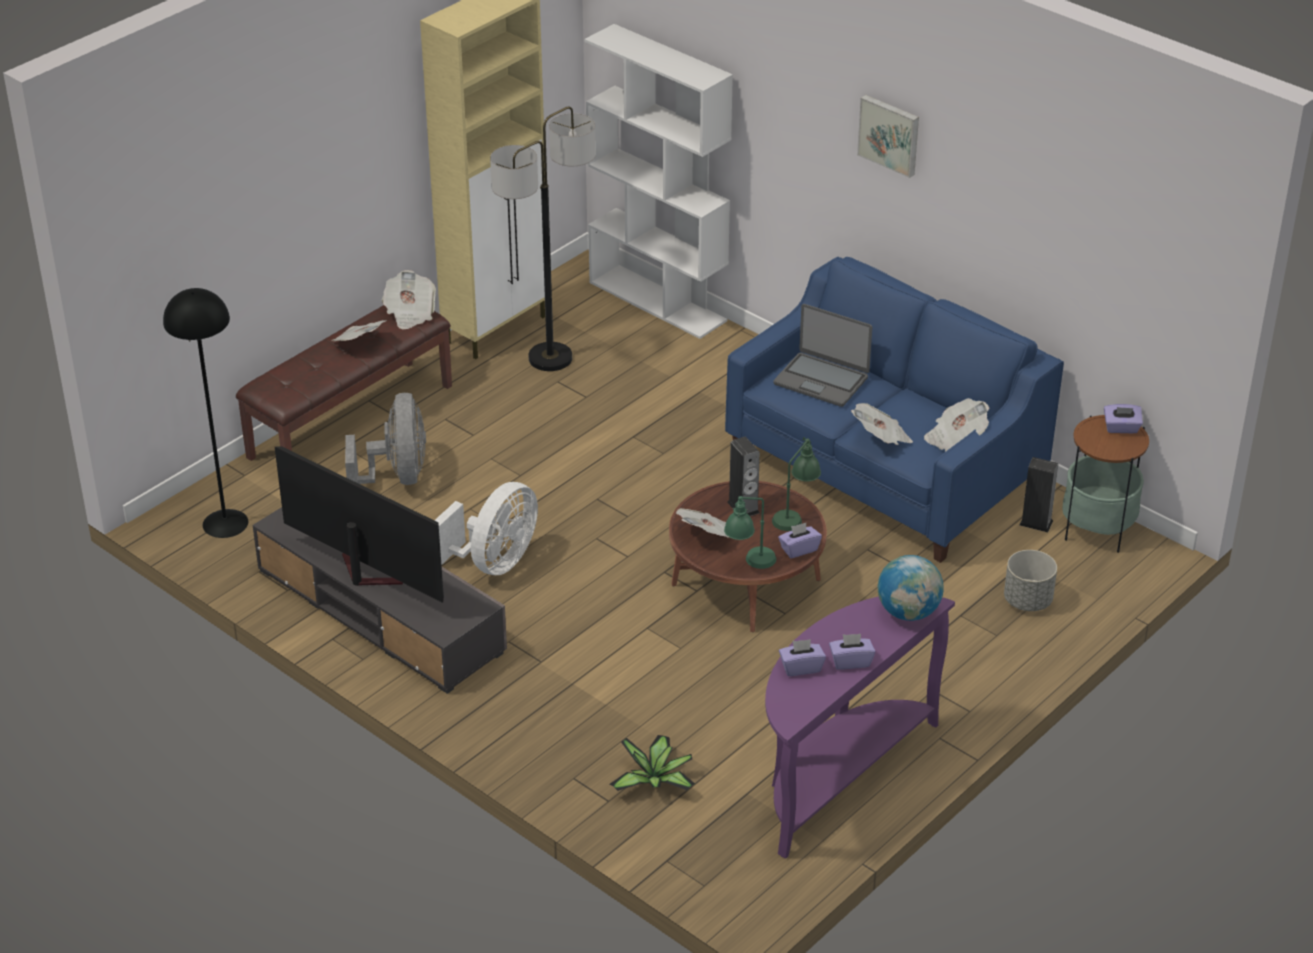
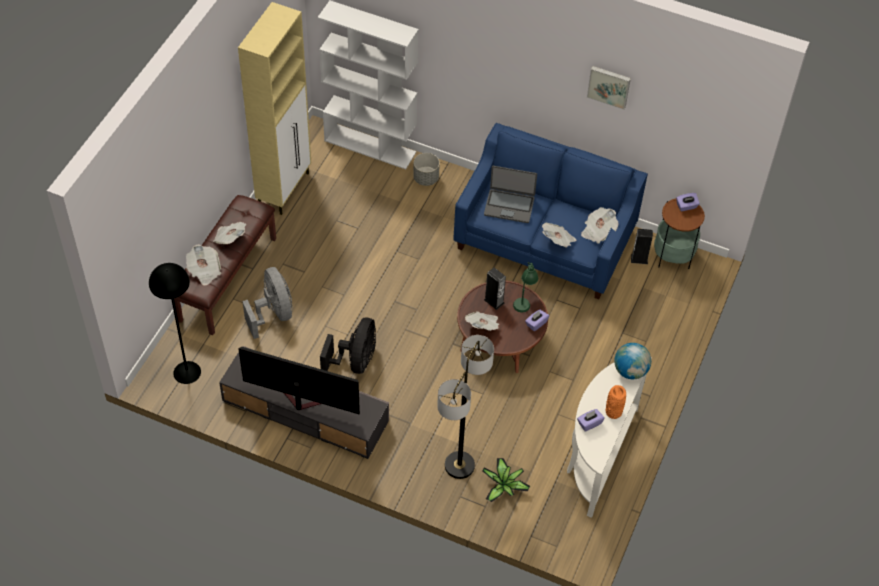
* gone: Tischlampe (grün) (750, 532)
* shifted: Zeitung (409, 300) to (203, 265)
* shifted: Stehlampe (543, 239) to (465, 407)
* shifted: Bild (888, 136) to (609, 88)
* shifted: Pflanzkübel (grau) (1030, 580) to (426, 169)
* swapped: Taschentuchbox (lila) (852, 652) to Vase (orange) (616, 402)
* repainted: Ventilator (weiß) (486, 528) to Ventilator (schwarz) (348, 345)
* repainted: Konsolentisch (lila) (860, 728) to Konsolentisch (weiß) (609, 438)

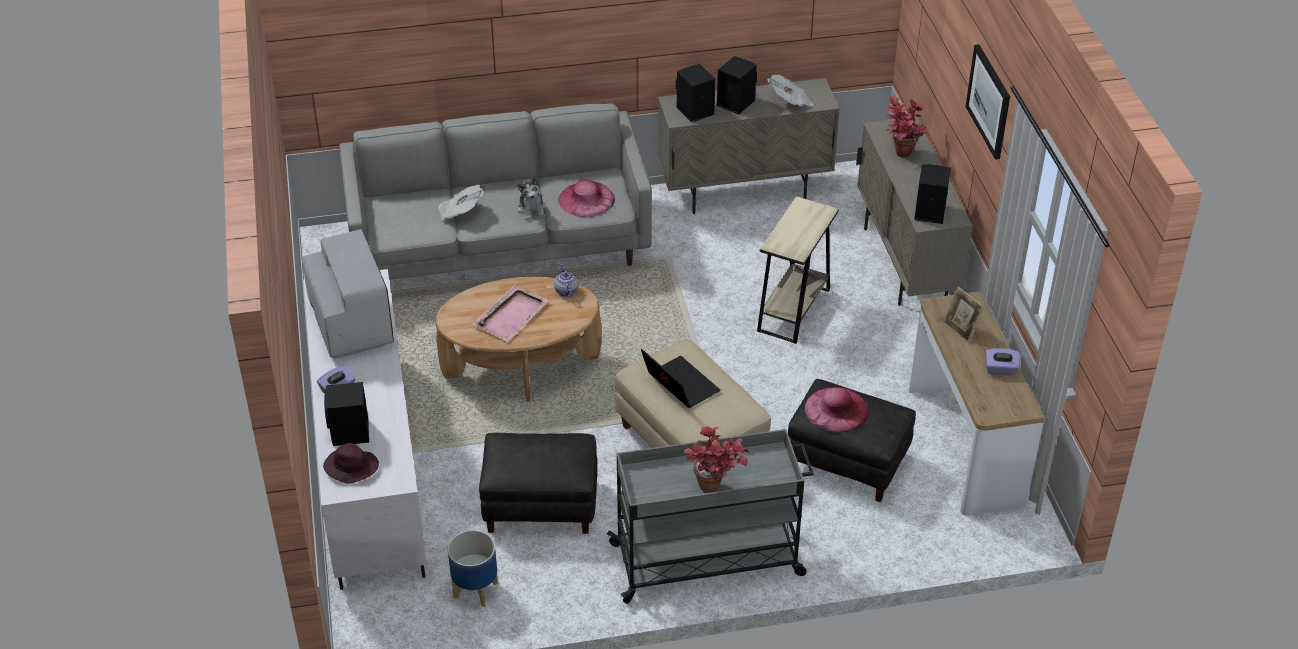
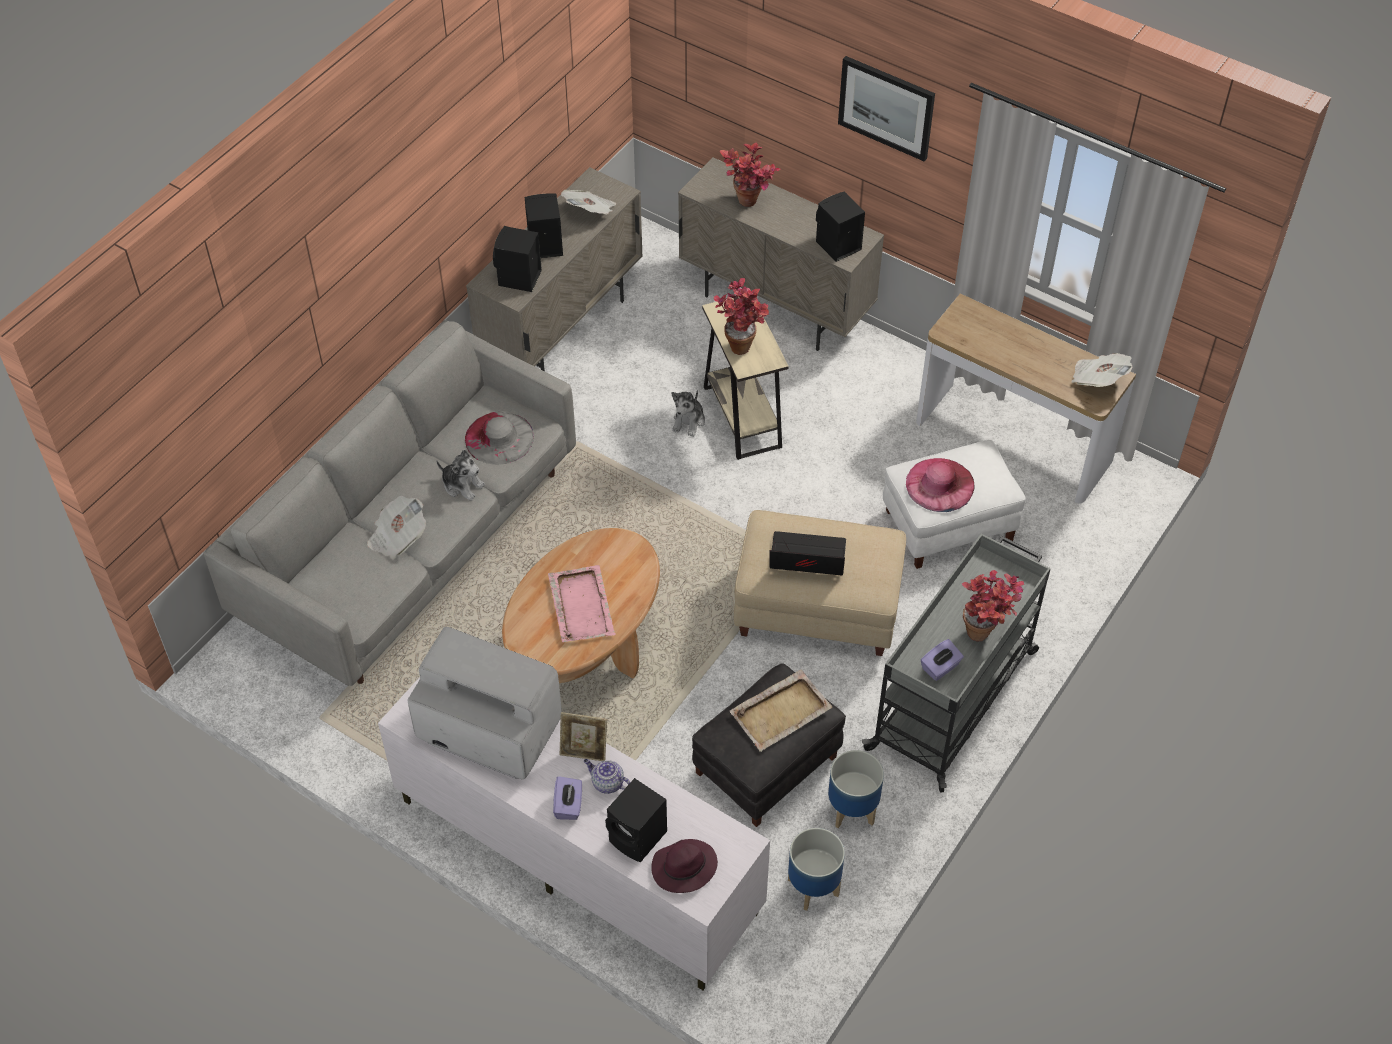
* new: Plüschtier (688, 413)
* new: Topfpflanze (741, 316)
* new: Tablett (beige) (781, 710)
* new: Pflanzkübel (856, 789)
* new: Zeitung (1101, 370)
* shifted: Teekanne (566, 282) to (607, 776)
* shifted: Bilderrahmen (963, 315) to (583, 736)
* shifted: Taschentuchbox (lila) (1002, 361) to (942, 660)
* repainted: Hut (rosa) (586, 198) to Hut (grau) (499, 438)
* repainted: Polsterhocker (schwarz) (852, 440) to Polsterhocker (weiß) (954, 504)

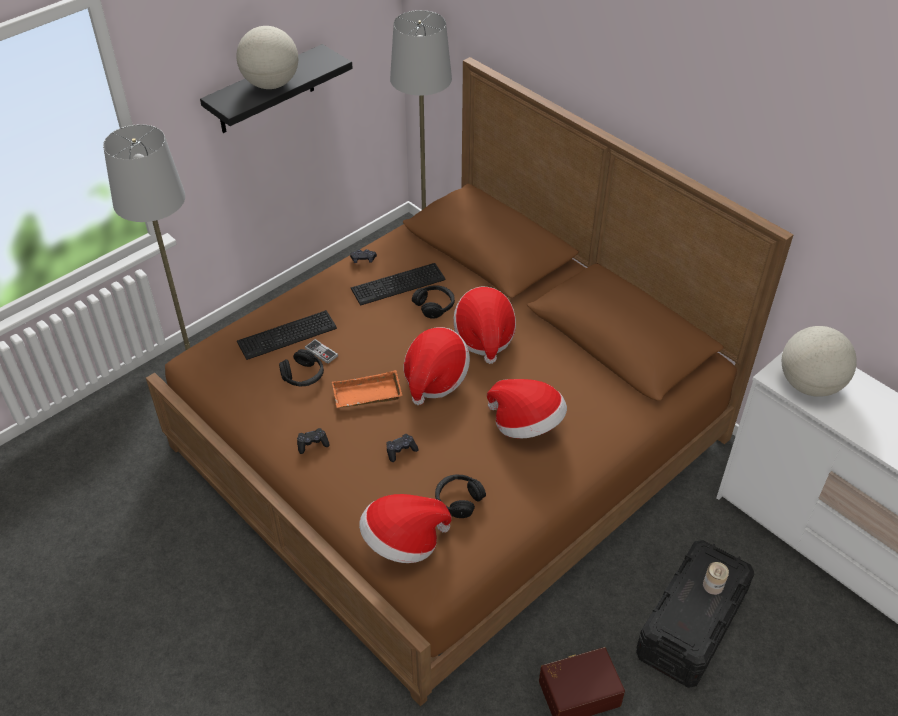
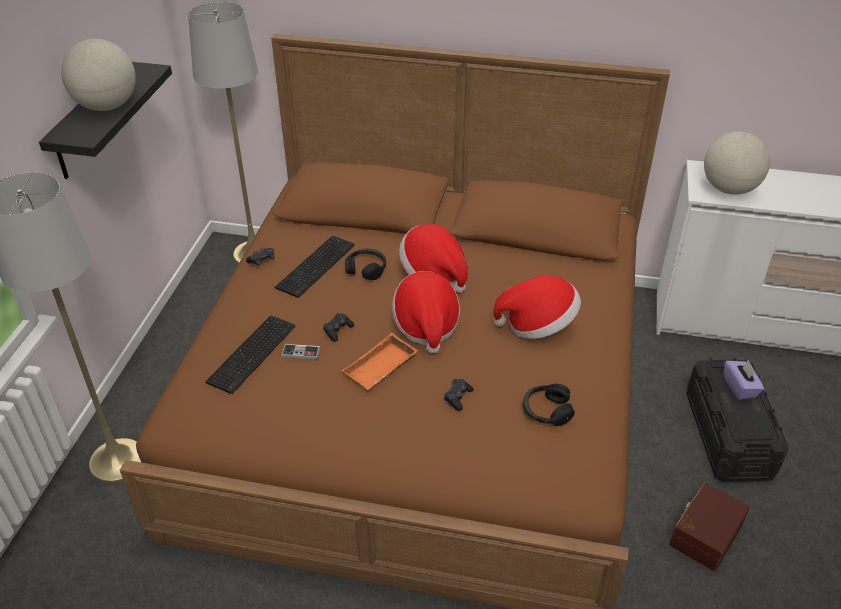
* gone: Kopfhörer (schwarz) (301, 367)
* gone: Hut (405, 528)
* shifted: Gamepad (schwarz) (313, 441) to (338, 327)
* swapped: Dose (716, 578) to Taschentuchbox (lila) (744, 380)

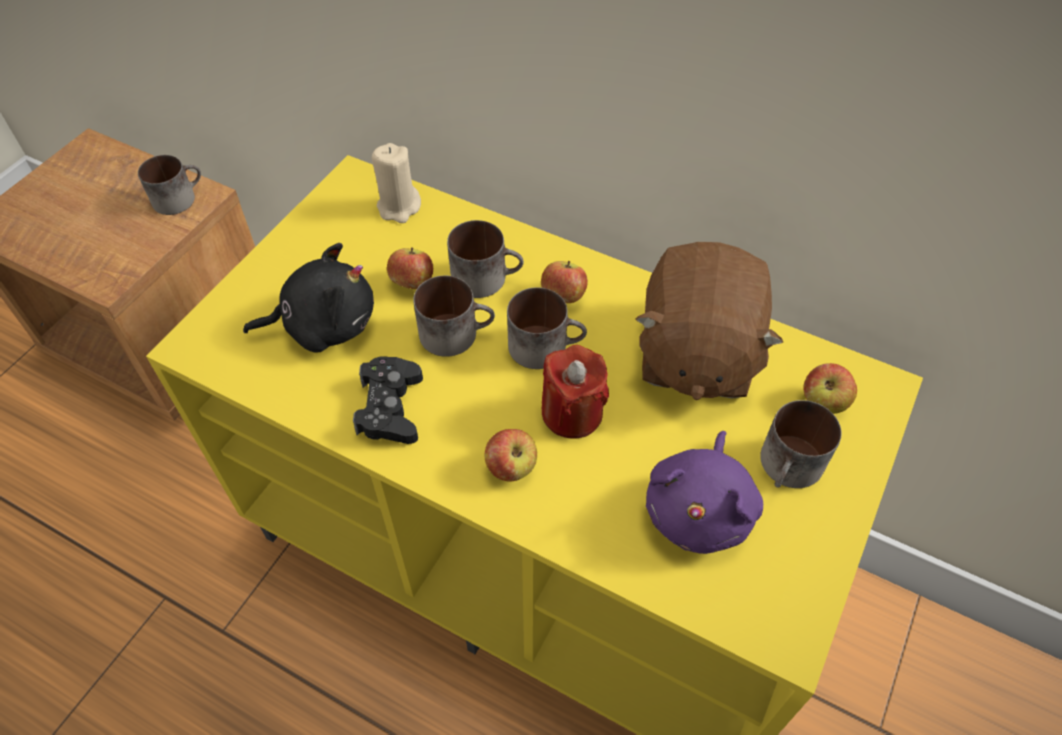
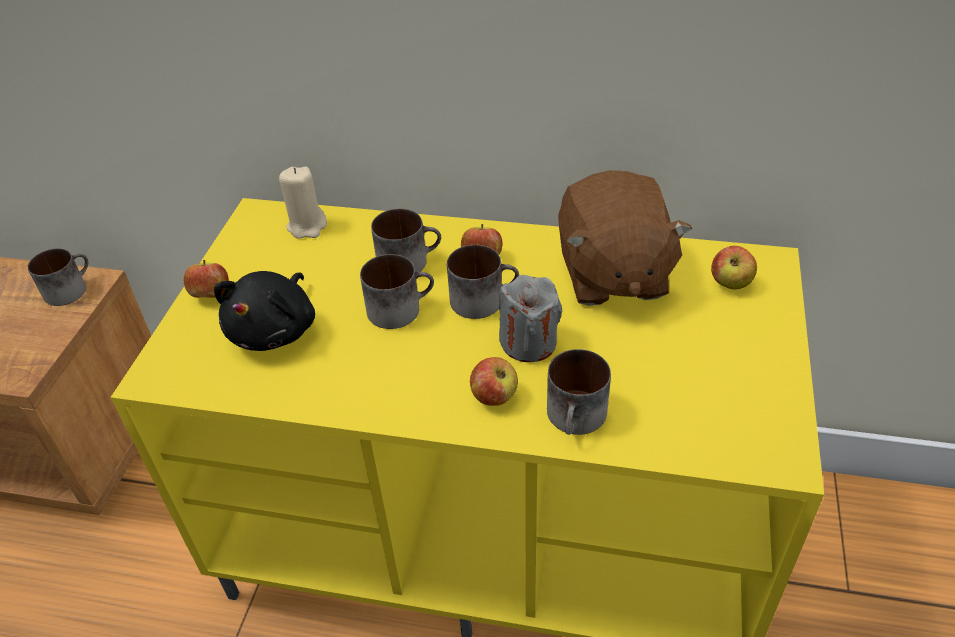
* gone: Gamepad (schwarz) (388, 400)
* gone: Plüschtier (lila) (704, 492)
* shifted: Apfel (410, 268) to (206, 279)
* shifted: Henkelbecher (801, 444) to (579, 392)
* repainted: Kerze (rot) (575, 392) to Kerze (grau) (530, 318)
* rotated: Plüschtier (schwarz) (308, 298) = (264, 311) 135 degrees clockwise

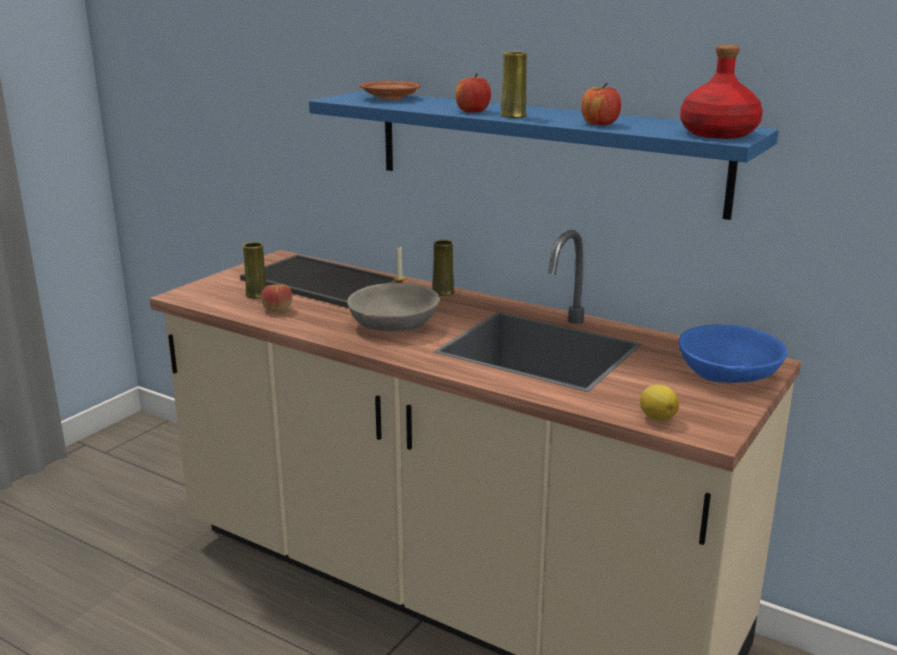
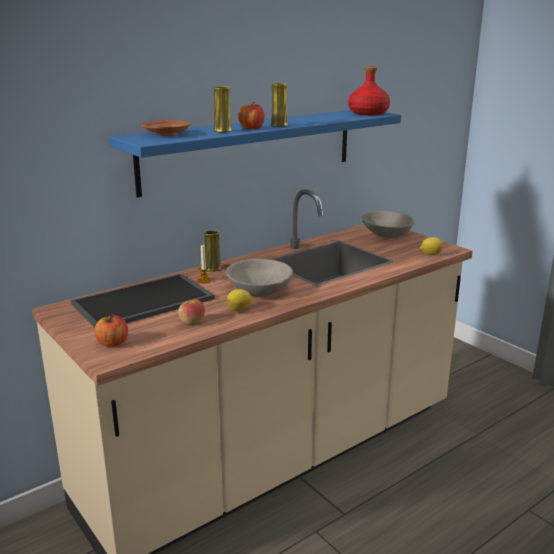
* new: Zitrone (239, 300)
* shifted: Vase (gelb) (255, 270) to (223, 109)
* shifted: Apfel (601, 104) to (111, 330)
* repainted: Schüssel (blau) (732, 353) to Schüssel (grau) (387, 224)

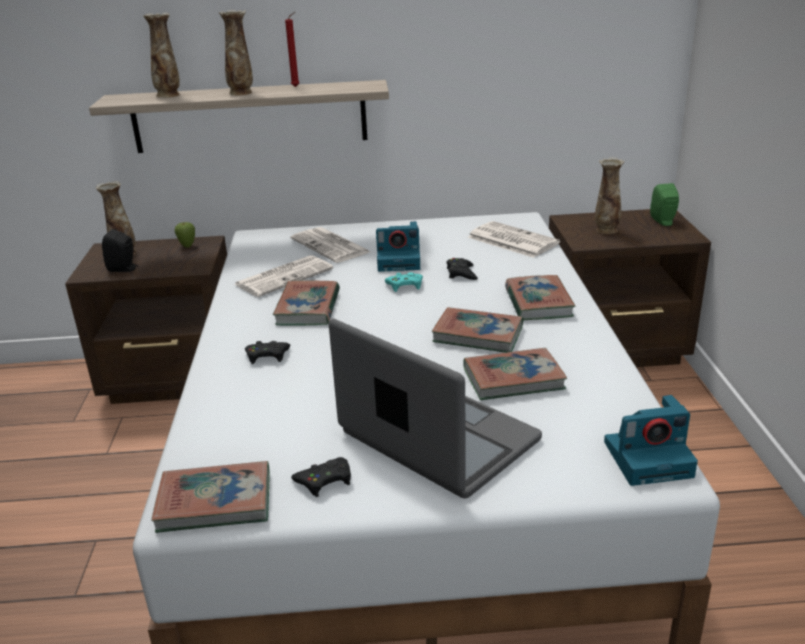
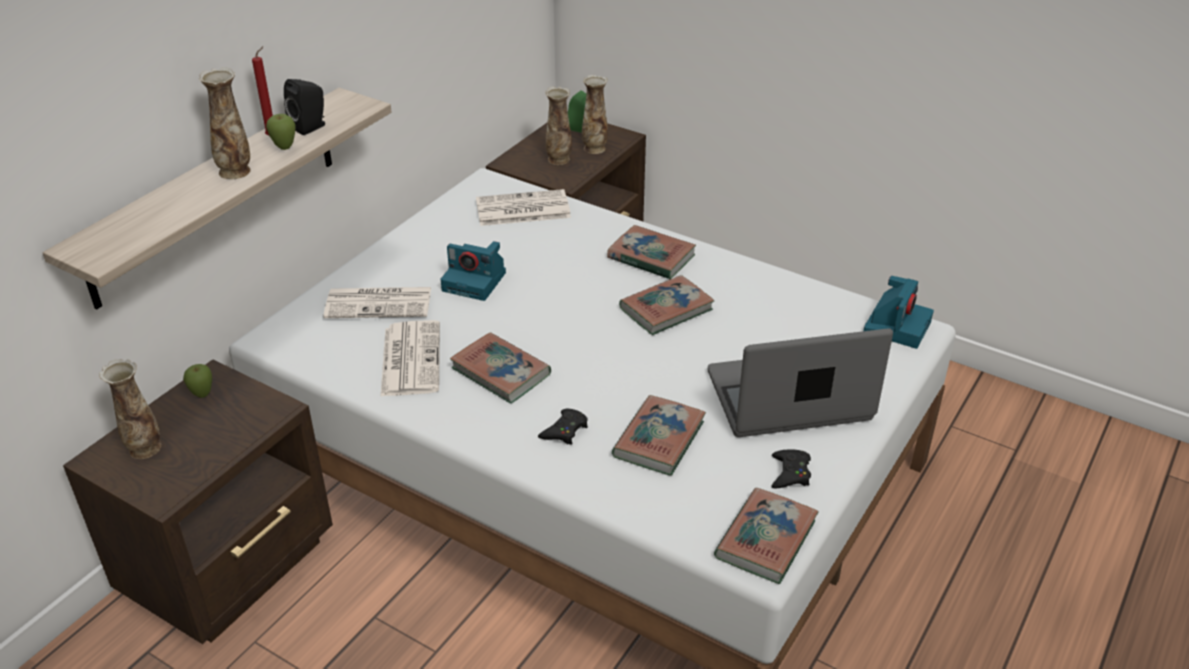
* gone: Gamepad (türkis) (404, 282)
* gone: Gamepad (schwarz) (462, 269)
* new: Apfel (281, 132)
* shifted: Lautsprecher (schwarz) (120, 250) to (304, 107)
* shifted: Vase (161, 55) to (595, 114)
* shifted: Buch (515, 374) to (659, 435)
* rotated: Kamera (398, 246) = (473, 271) 75 degrees clockwise

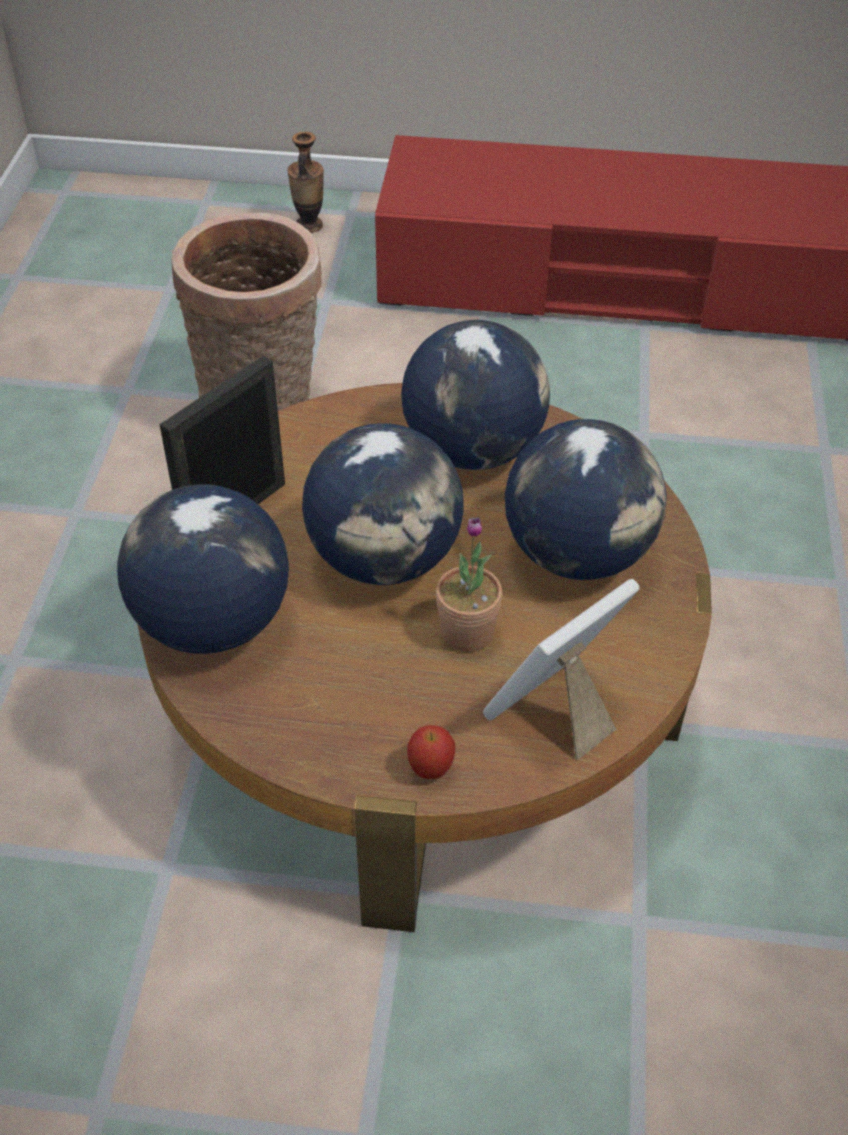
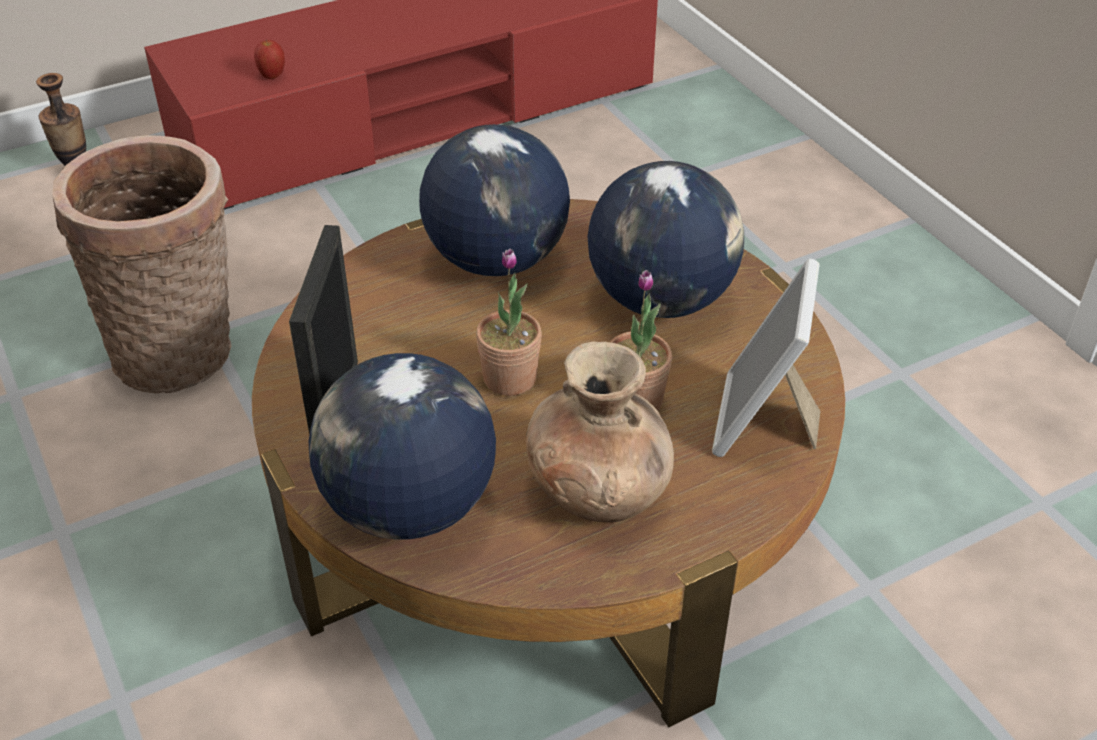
* new: Vase (braun) (600, 431)
* shifted: Apfel (431, 752) to (269, 59)
* swapped: Globus (383, 504) to Topfpflanze (509, 322)

